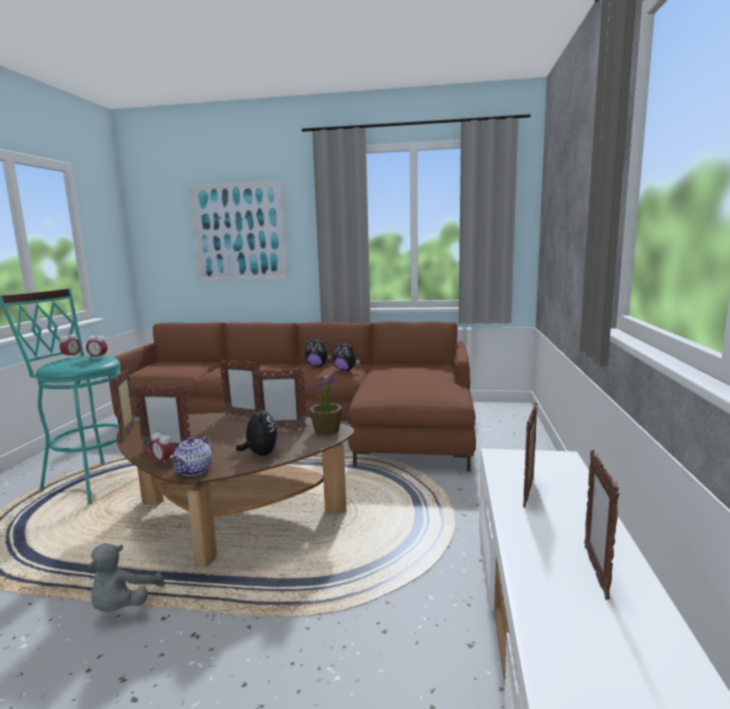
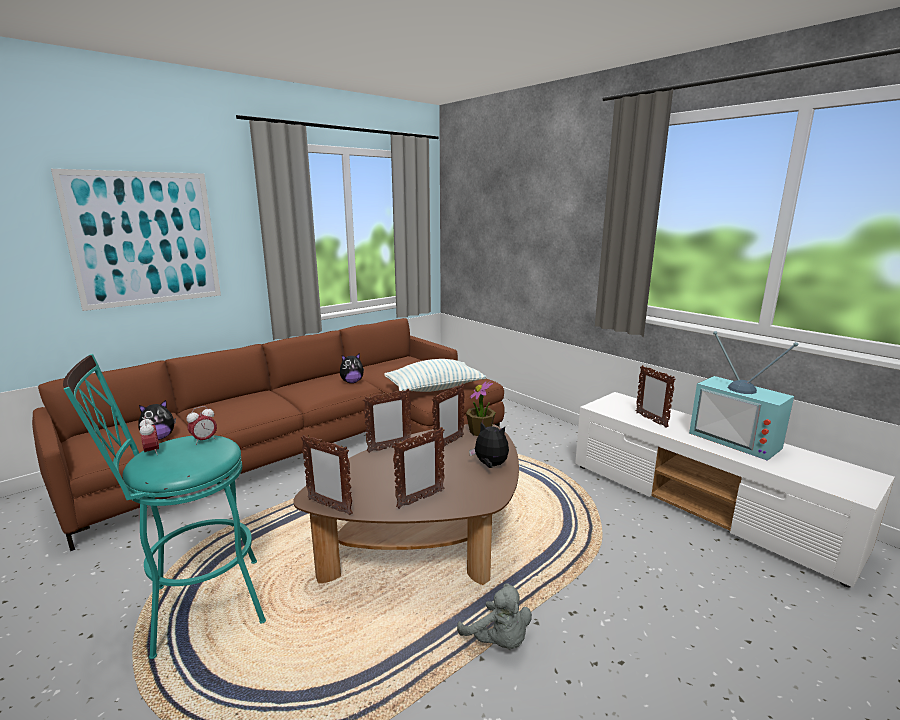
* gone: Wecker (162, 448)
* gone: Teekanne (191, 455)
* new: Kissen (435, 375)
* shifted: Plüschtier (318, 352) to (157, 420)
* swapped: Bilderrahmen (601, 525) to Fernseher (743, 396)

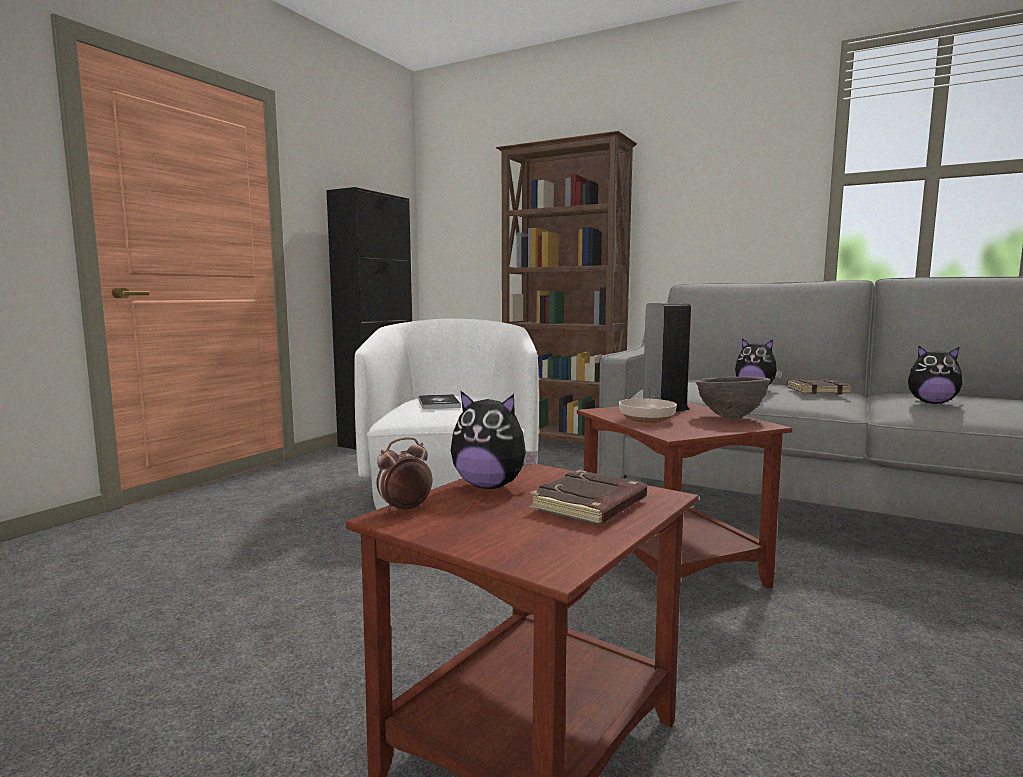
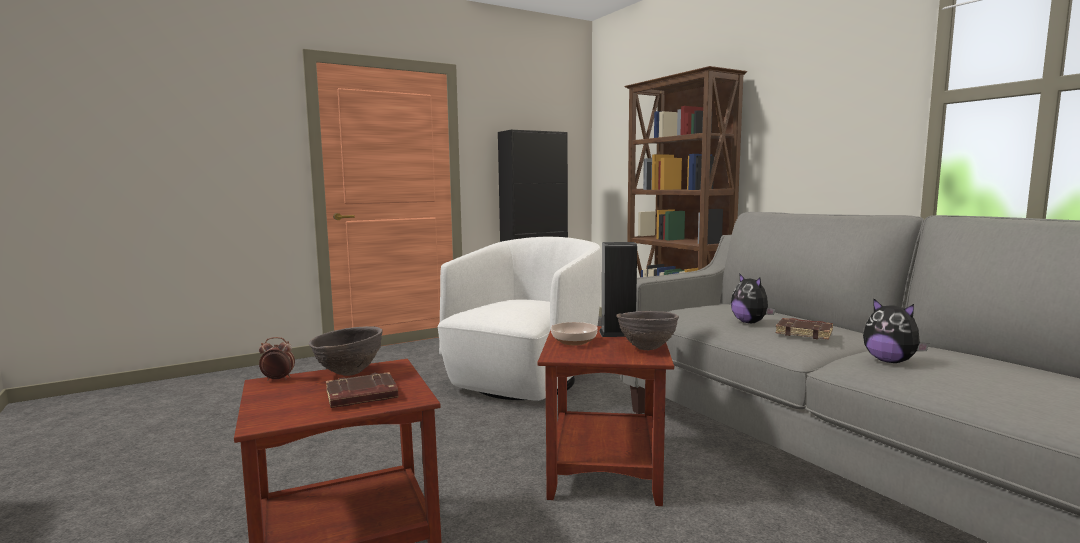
* gone: Buch (439, 401)
* swapped: Plüschtier (494, 439) to Schüssel (braun) (346, 351)

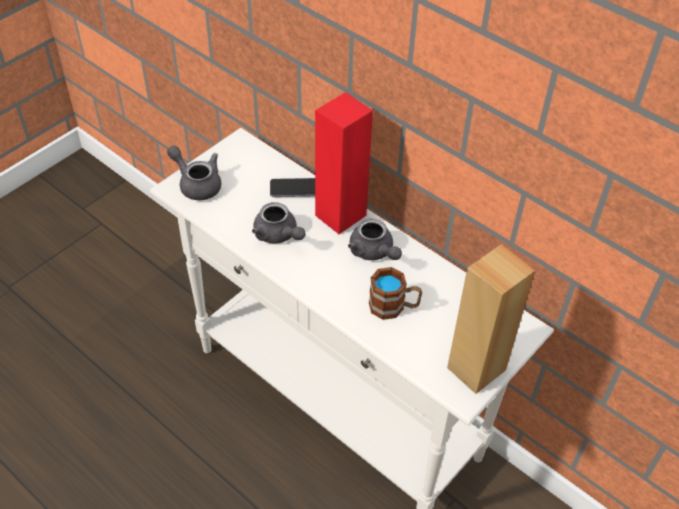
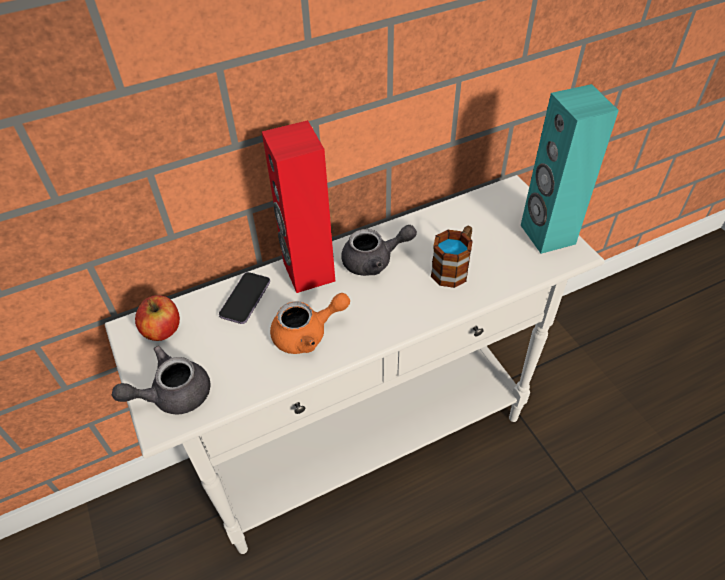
* new: Apfel (157, 318)
* repainted: Teekanne (grau) (278, 223) to Teekanne (orange) (310, 323)
* repainted: Lautsprecher (braun) (491, 319) to Lautsprecher (türkis) (570, 169)

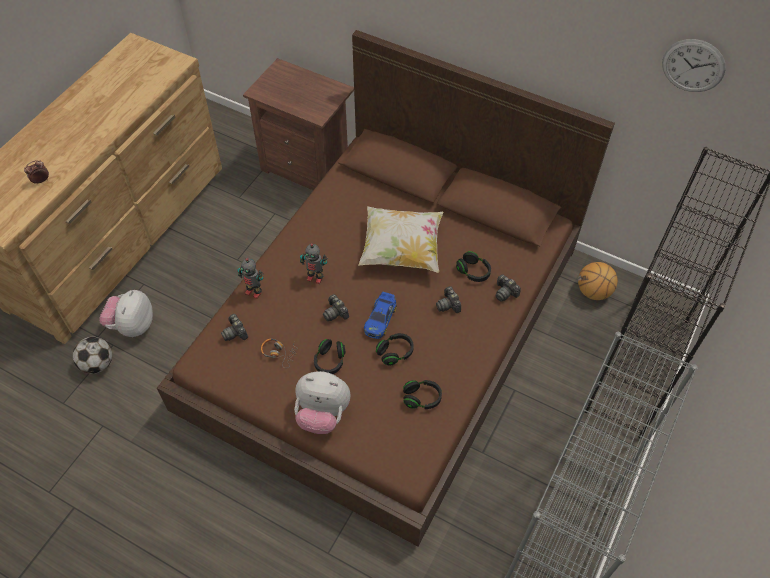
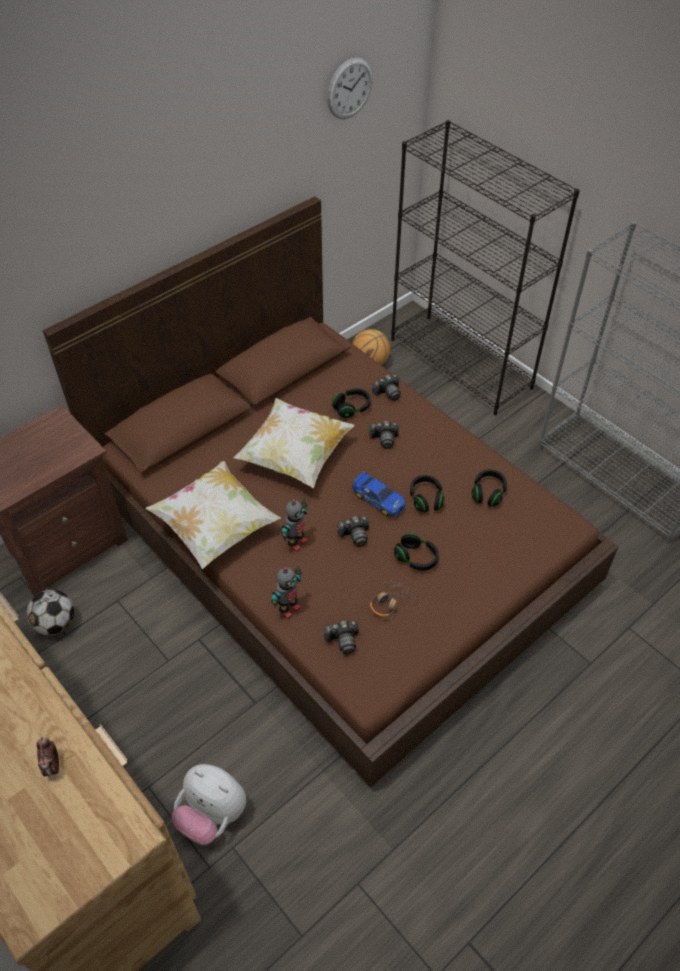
* gone: Plüschtier (322, 402)
* new: Kissen (213, 515)
* shifted: Fußball (92, 355) to (50, 612)

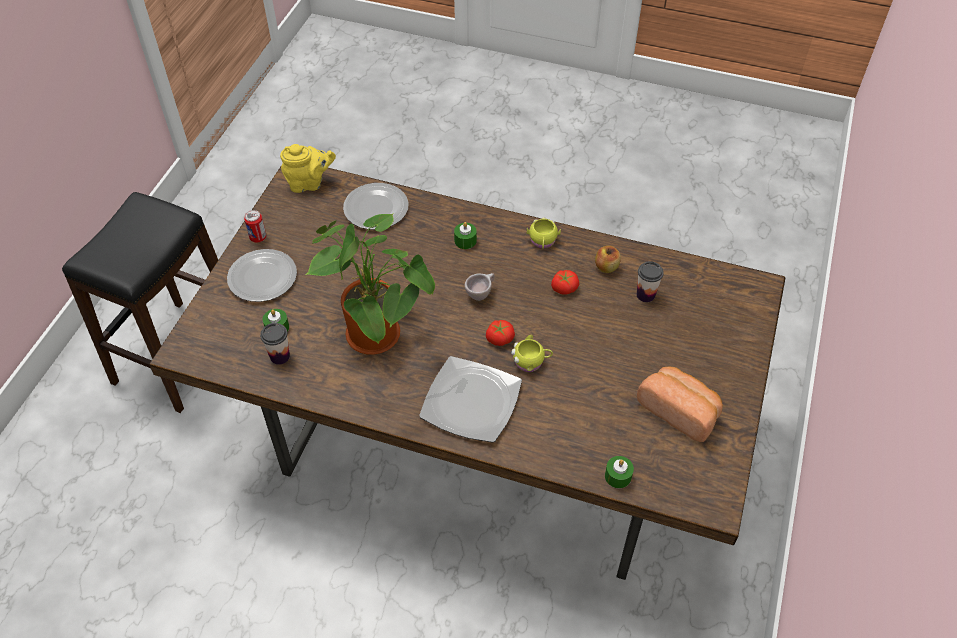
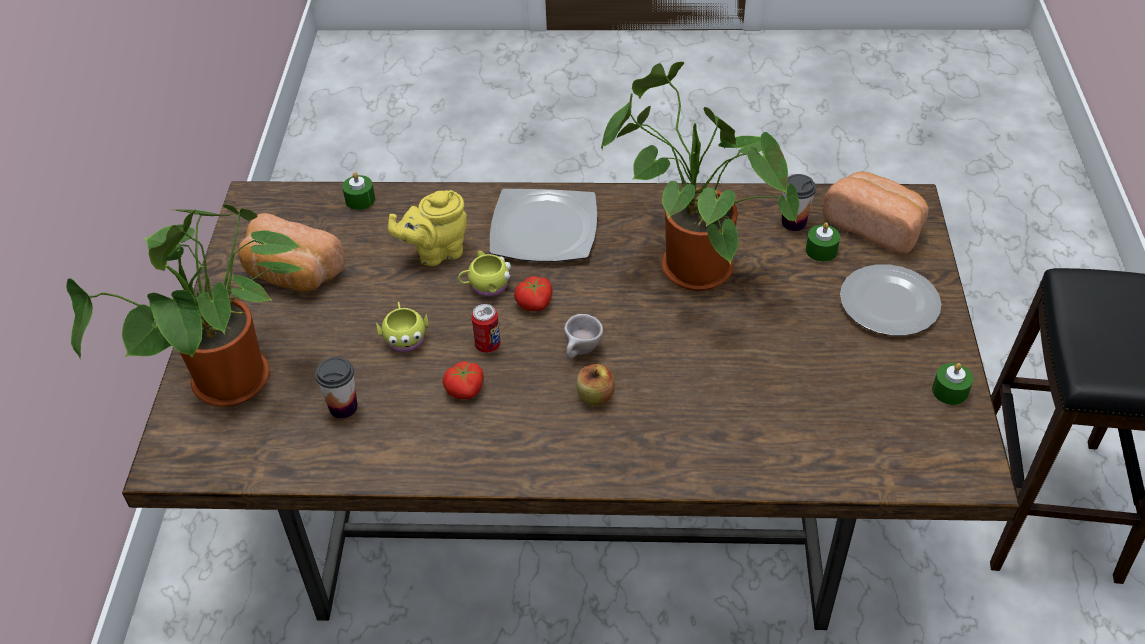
* gone: Teller (376, 206)
* new: Topfpflanze (184, 305)
* new: Brot (876, 212)
* shifted: Dose (255, 226) to (485, 328)
* shifted: Teekanne (gelb) (308, 168) to (427, 228)
* shifted: Kerze (grün) (465, 235) to (952, 384)
* shifted: Henkelbecher (gelb) (544, 233) to (402, 327)
* shifted: Apfel (608, 259) to (595, 384)

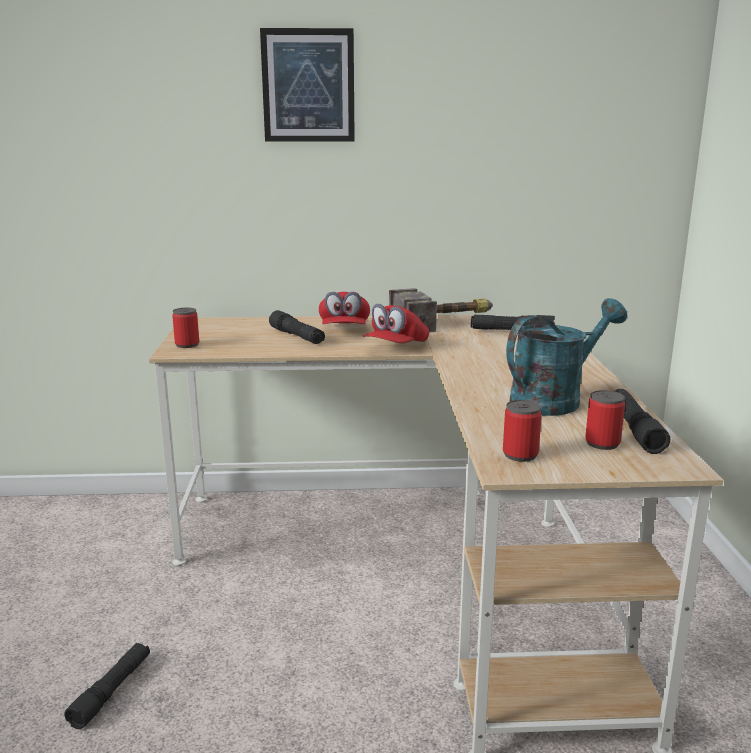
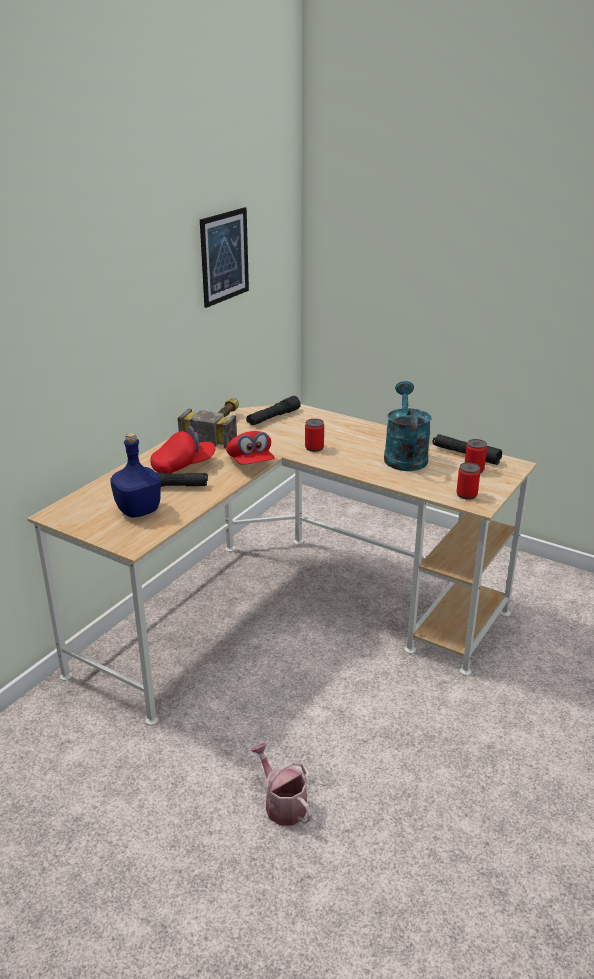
* new: Flasche (blau) (135, 475)
* shifted: Dose (185, 328) to (314, 435)
* shifted: Bild (307, 85) to (224, 257)
* swapped: Taschenlampe (schwarz) (107, 686) to Gießkanne (281, 783)
* rotated: Kappe (rot) (344, 308) = (182, 450) 60 degrees counterclockwise

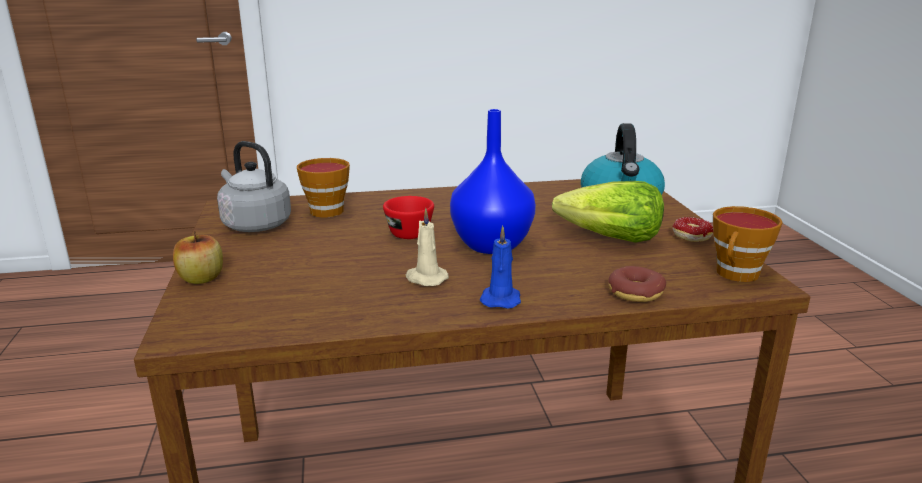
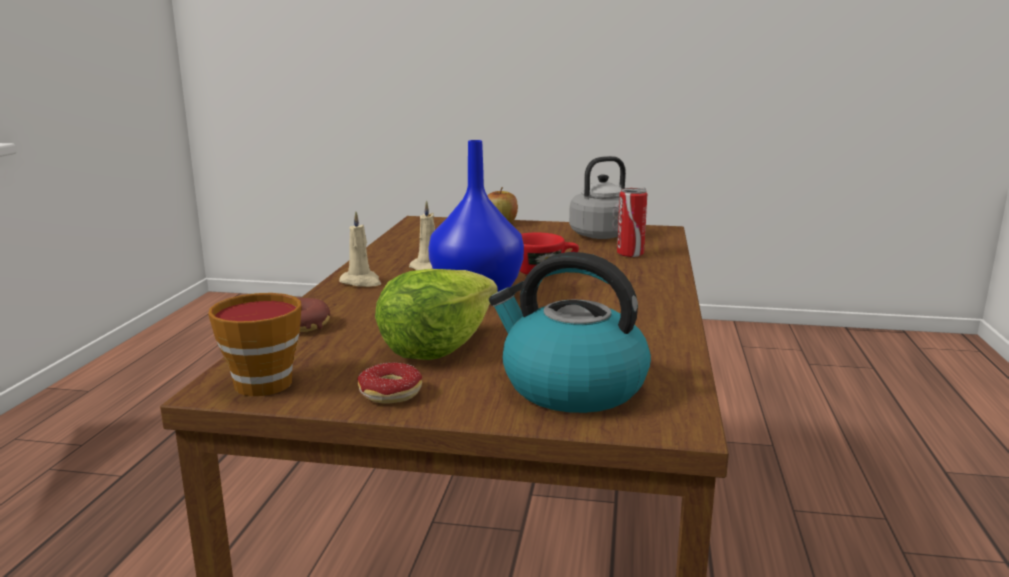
* swapped: Tasse (323, 187) to Dose (632, 222)
* repainted: Kerze (blau) (500, 267) to Kerze (beige) (360, 249)

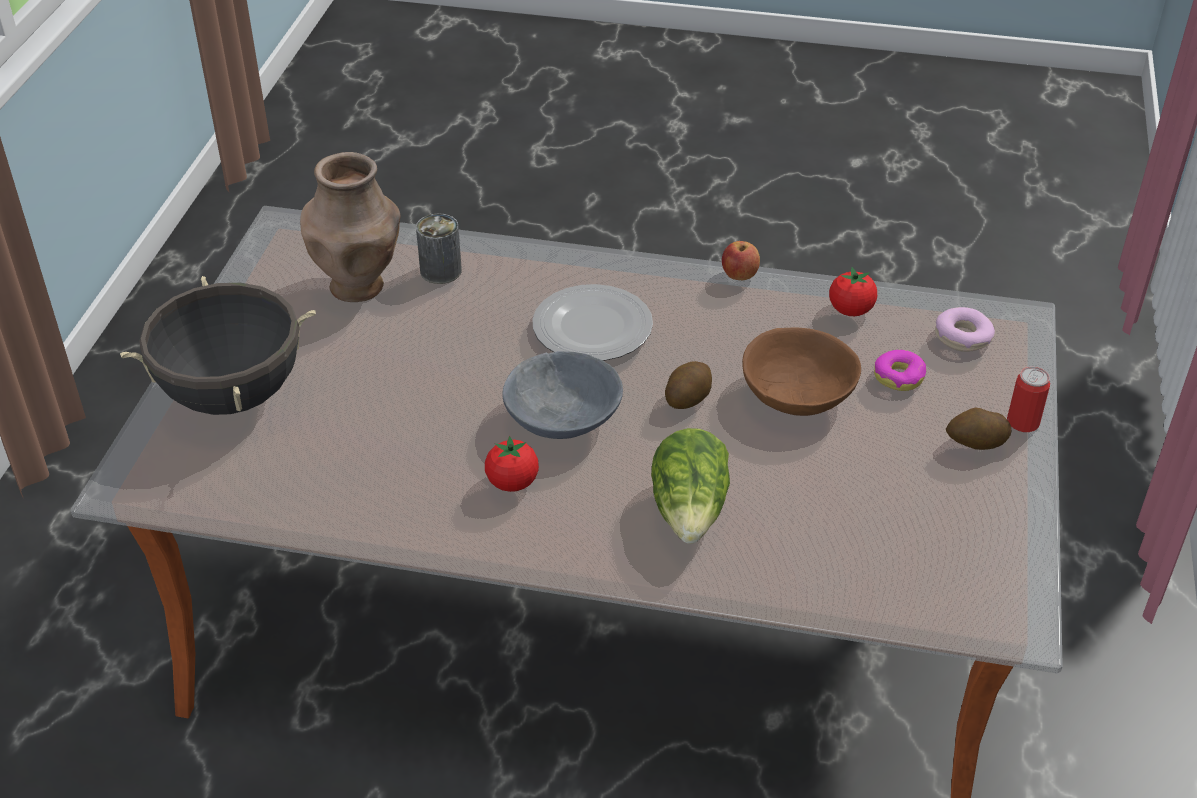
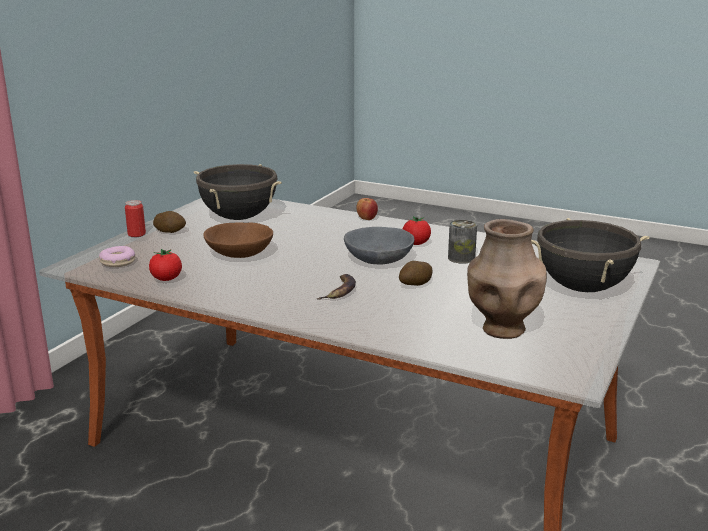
* gone: Salatkopf (690, 486)
* gone: Donut (900, 370)
* new: Kochtopf (schwarz) (238, 192)
* shifted: Dose (439, 249) to (462, 242)
* shifted: Kartoffel (688, 385) to (416, 273)
* shifted: Apfel (741, 260) to (367, 209)
* swapped: Teller (592, 322) to Banane (336, 287)

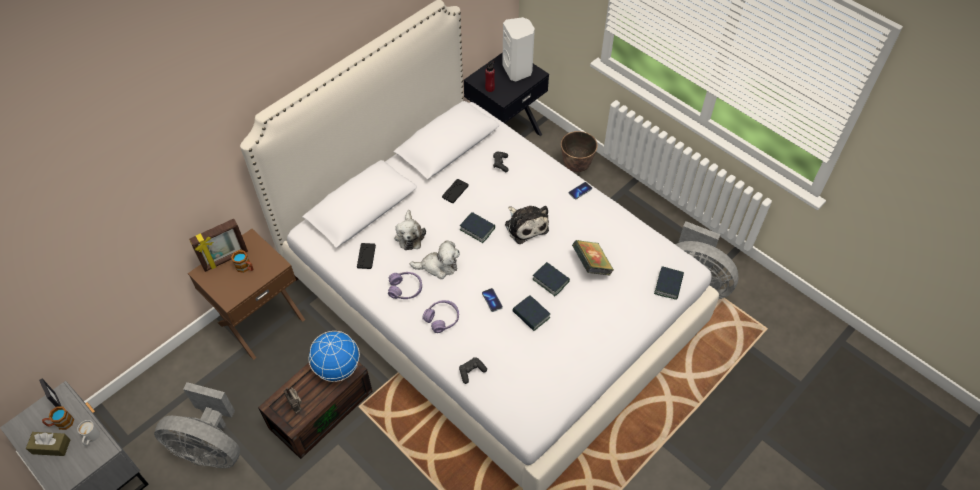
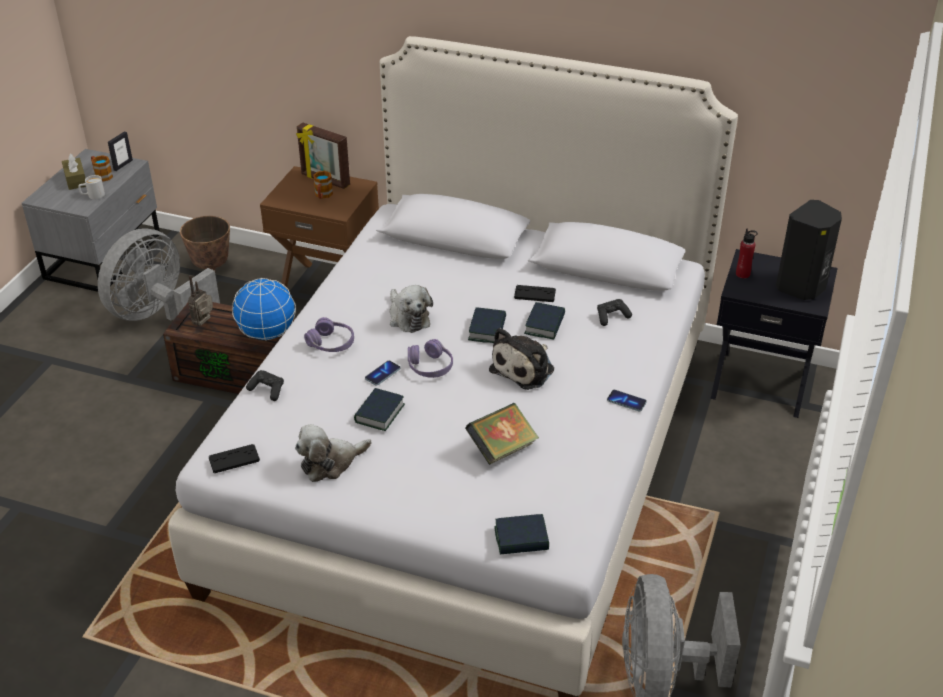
* shifted: Gamepad (schwarz) (366, 256) to (234, 458)
* shifted: Kopfhörer (lila) (405, 285) to (430, 358)
* shifted: Plüschtier (410, 230) to (333, 453)
* shifted: Buch (551, 279) to (544, 321)
* shifted: Pflanzkübel (579, 151) to (205, 244)
* repainted: Lautsprecher (weiß) (518, 49) to Lautsprecher (schwarz) (809, 250)
* rotated: Ventilator (grau) (197, 425) = (159, 274) 45 degrees clockwise

